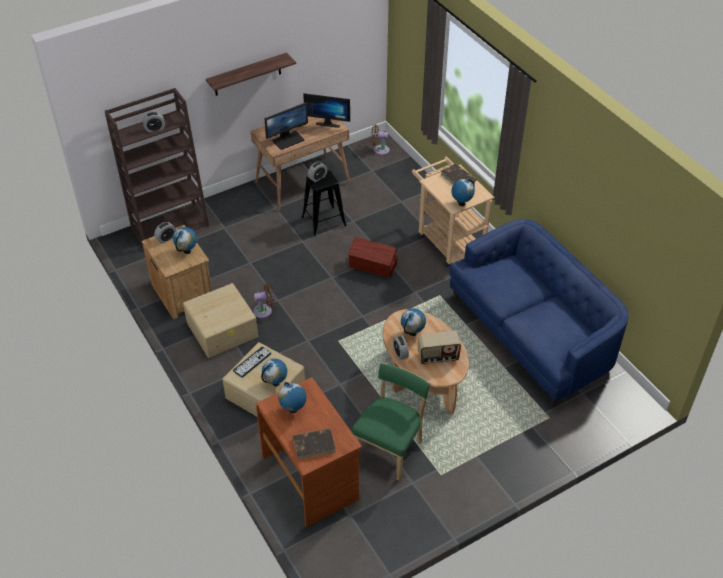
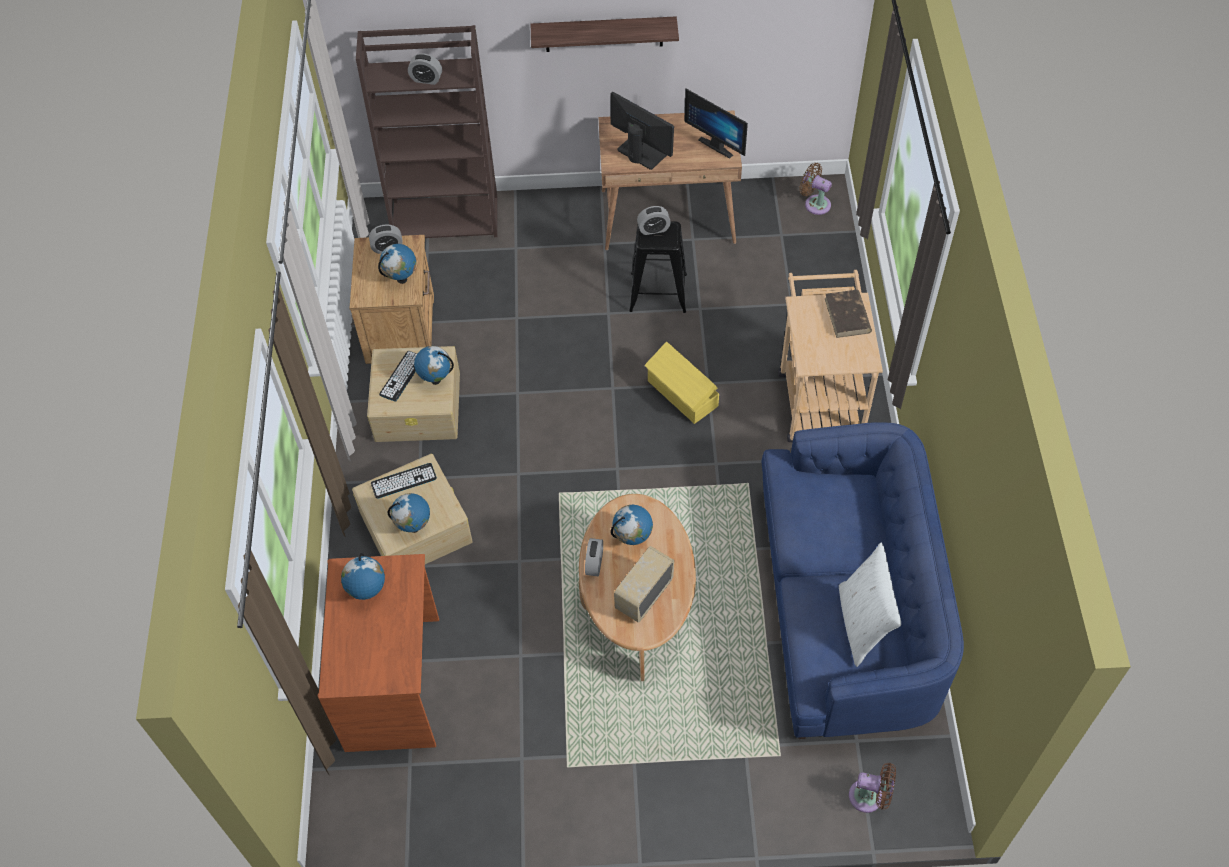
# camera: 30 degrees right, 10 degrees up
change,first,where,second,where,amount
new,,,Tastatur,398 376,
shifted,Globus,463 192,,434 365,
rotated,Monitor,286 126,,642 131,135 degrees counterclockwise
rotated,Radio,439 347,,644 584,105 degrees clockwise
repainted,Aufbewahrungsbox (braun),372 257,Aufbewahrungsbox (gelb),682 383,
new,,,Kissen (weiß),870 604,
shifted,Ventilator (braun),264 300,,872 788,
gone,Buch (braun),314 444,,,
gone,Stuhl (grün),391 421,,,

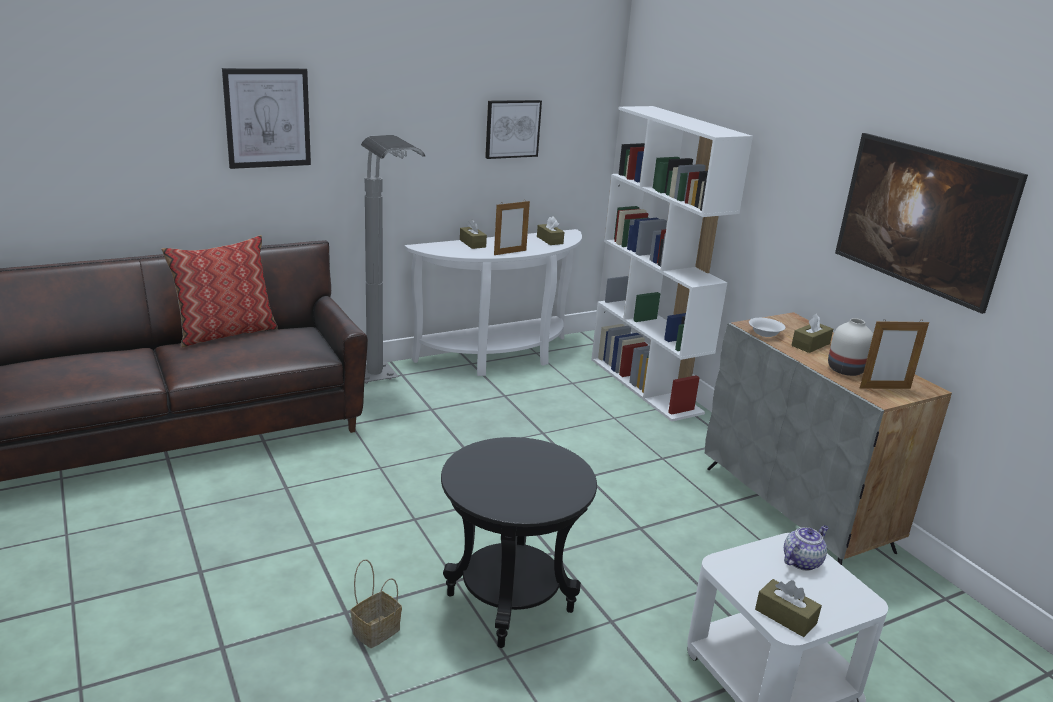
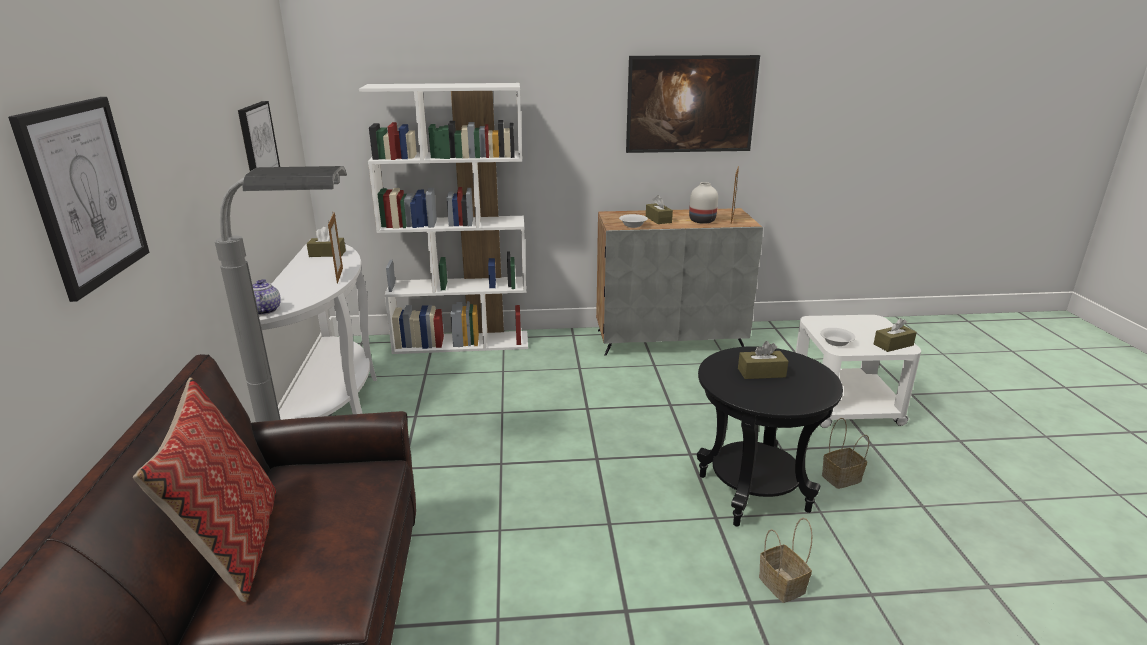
# camera: 65 degrees left, 0 degrees up
change,first,where,second,where,amount
shifted,Teekanne,806 548,,266 297,
shifted,Taschentuchbox (braun),473 234,,763 360,
new,,,Schüssel (weiß),837 337,
new,,,Korb,845 453,

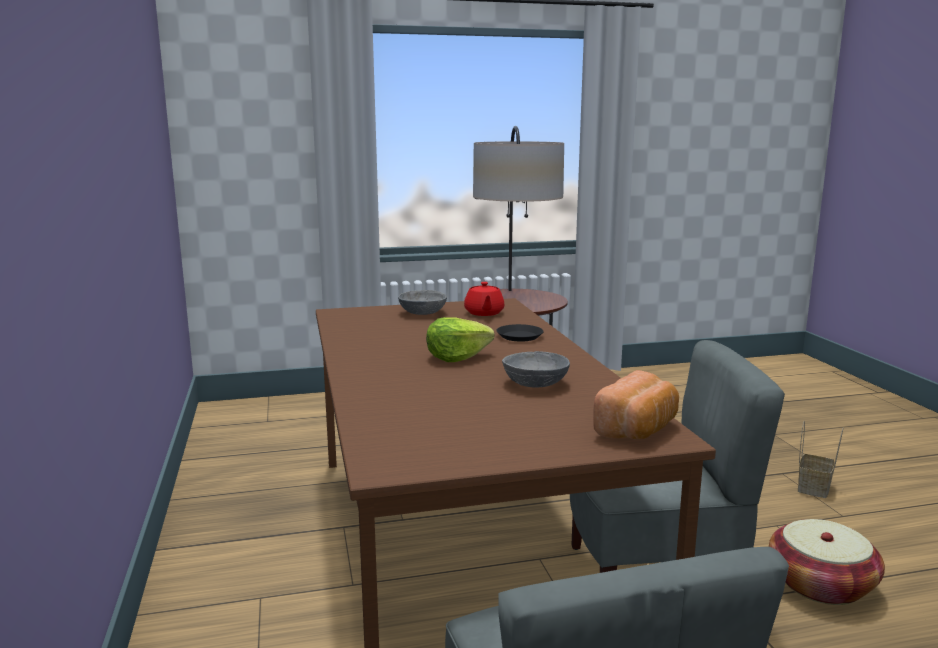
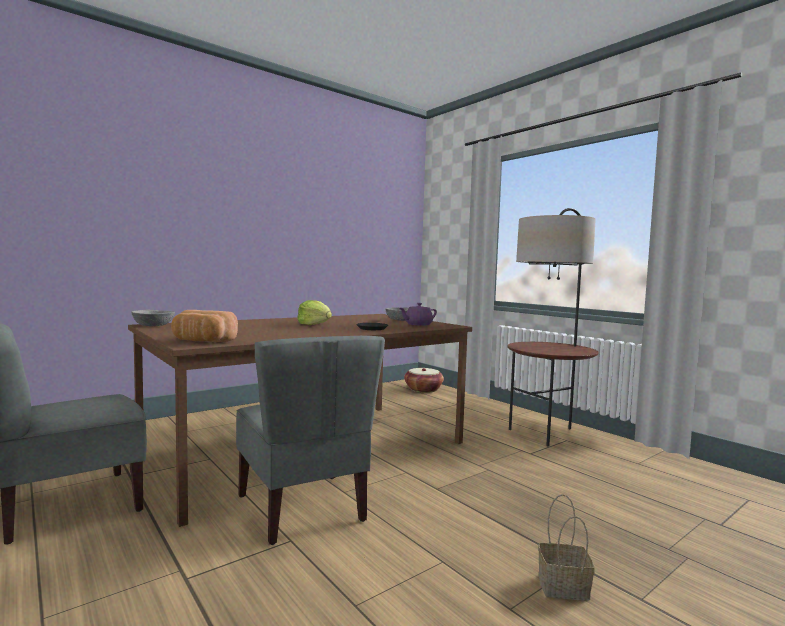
# camera: 65 degrees right, 10 degrees down
change,first,where,second,where,amount
shifted,Schüssel (grau),536 369,,153 318,
repainted,Teekanne (rot),484 299,Teekanne (lila),418 314,
shifted,Korb,827 562,,424 380,

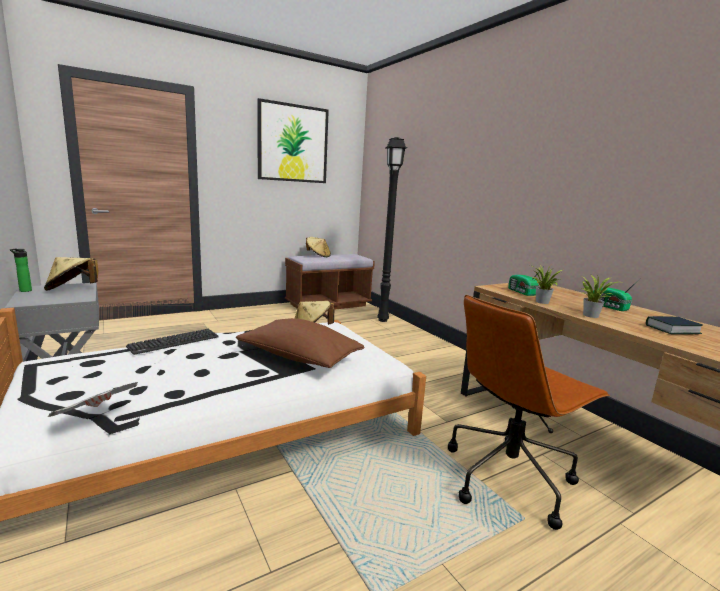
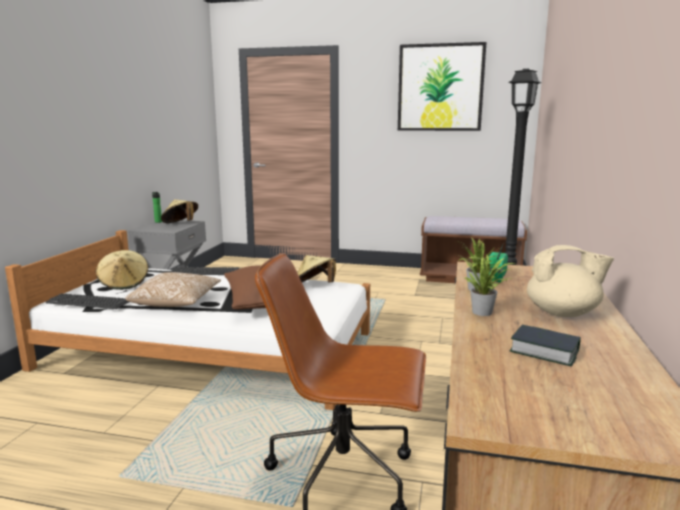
# camera: 45 degrees right, 0 degrees up
change,first,where,second,where,amount
swapped,Zeitung,93 399,Tastatur,87 301,
shifted,Hut (beige),318 247,,122 270,
new,,,Kissen,173 289,
swapped,Radio,615 296,Teekanne (beige),570 281,

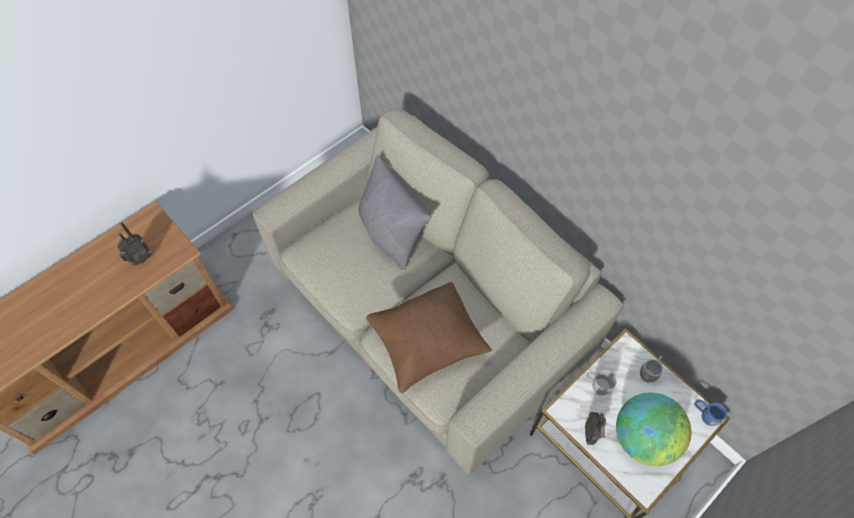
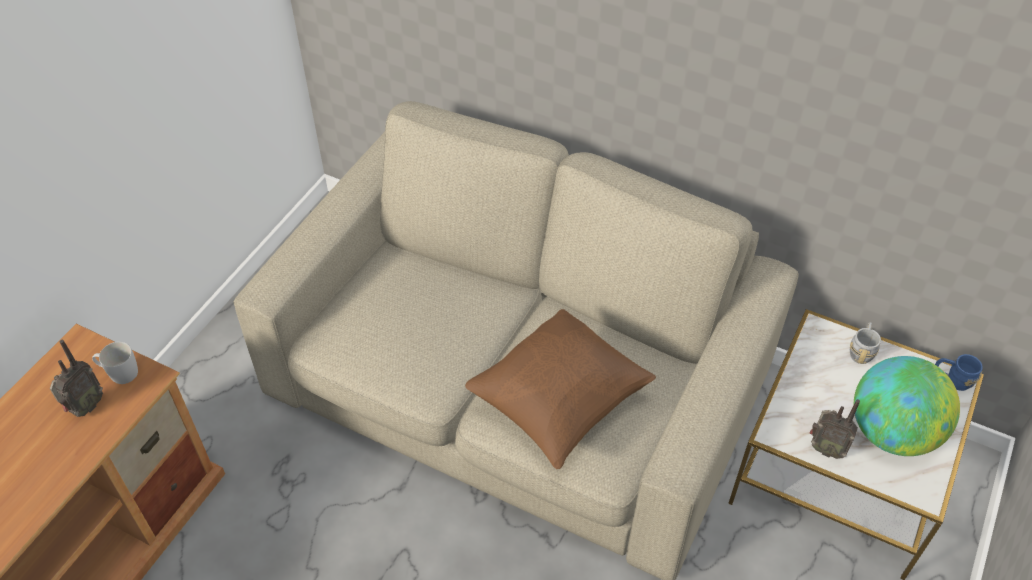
# camera: 20 degrees left, 10 degrees down
change,first,where,second,where,amount
shifted,Henkelbecher (weiß),601 382,,115 363,
rotated,Radio,595 428,,835 429,45 degrees counterclockwise
gone,Kissen (grau),394 212,,,

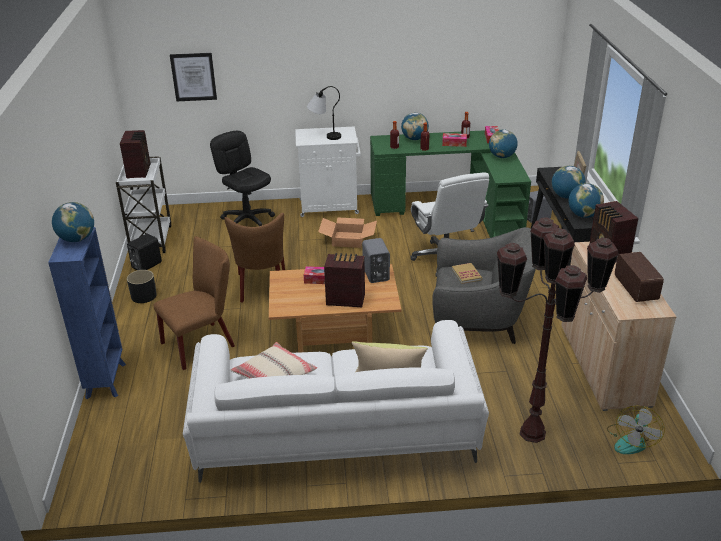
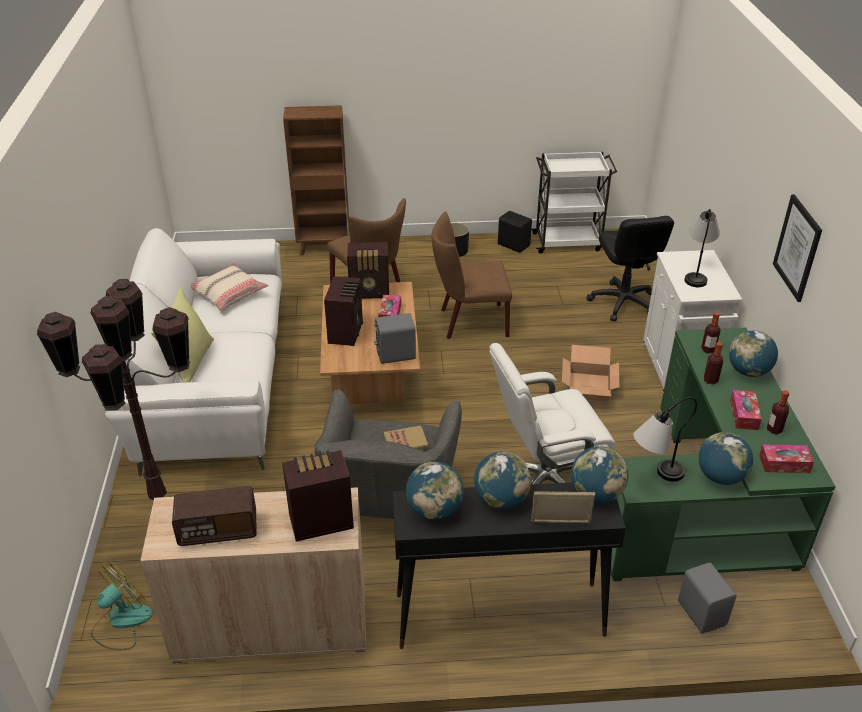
# camera: 90 degrees right, 5 degrees up
change,first,where,second,where,amount
rotated,Ventilator,636 430,,122 606,105 degrees clockwise
repainted,Bücherregal (blau),87 313,Bücherregal (braun),316 180,
shifted,Radio,135 154,,368 270,
shifted,Globus,73 222,,599 474,
rotated,Bürostuhl (schwarz),242 178,,630 269,120 degrees clockwise
new,,,Tischlampe,665 439,
shifted,Bild,193 77,,797 248,

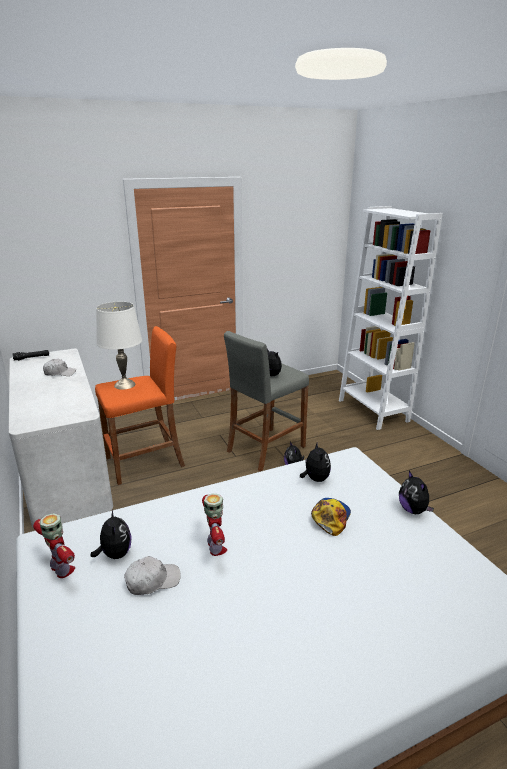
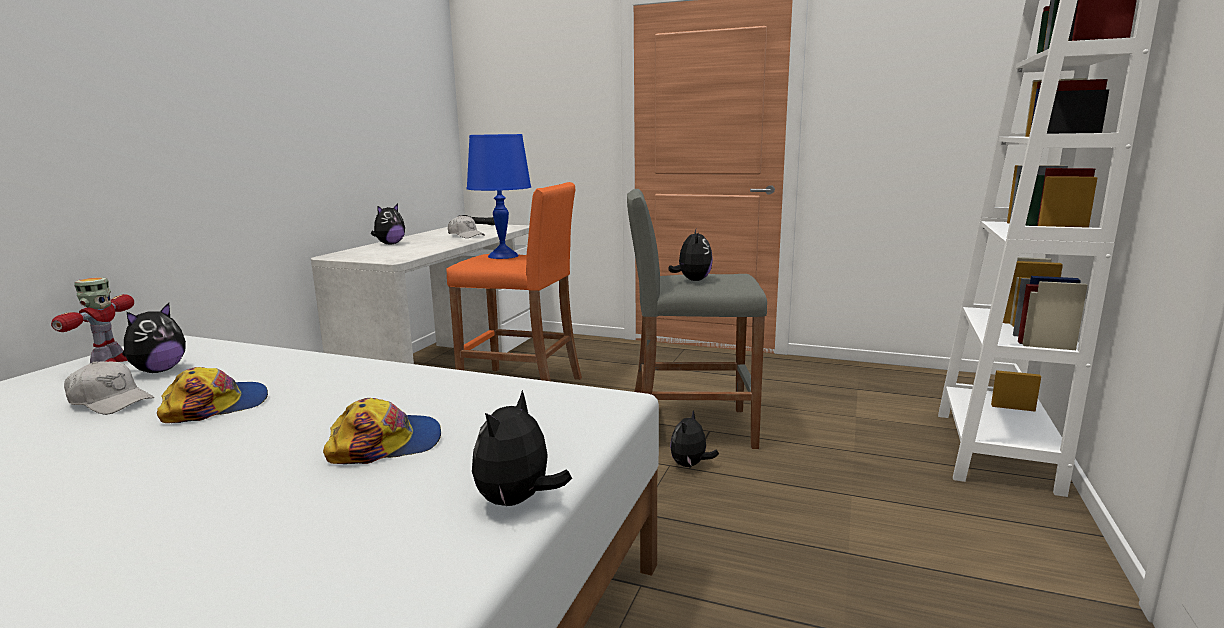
# camera: 45 degrees right, 10 degrees down
change,first,where,second,where,amount
swapped,Spielzeugroboter,214 525,Kappe,212 395,
shifted,Plüschtier,315 461,,388 224,
repainted,Tischlampe (weiß),119 346,Tischlampe (blau),499 196,

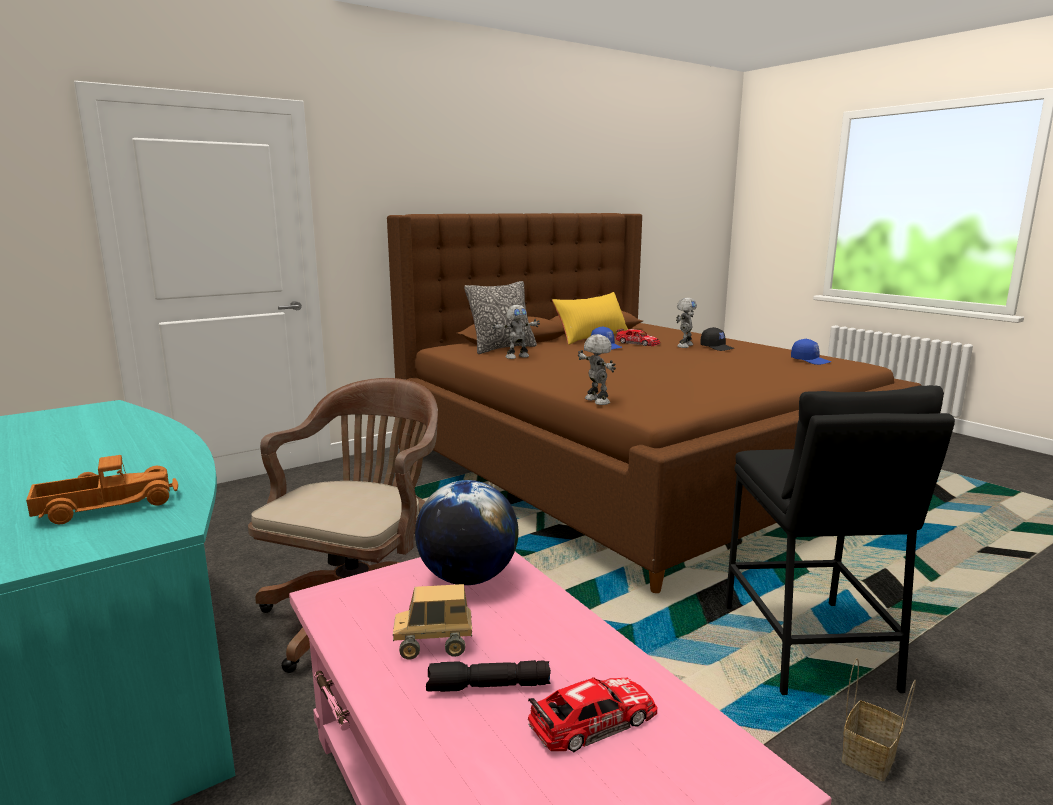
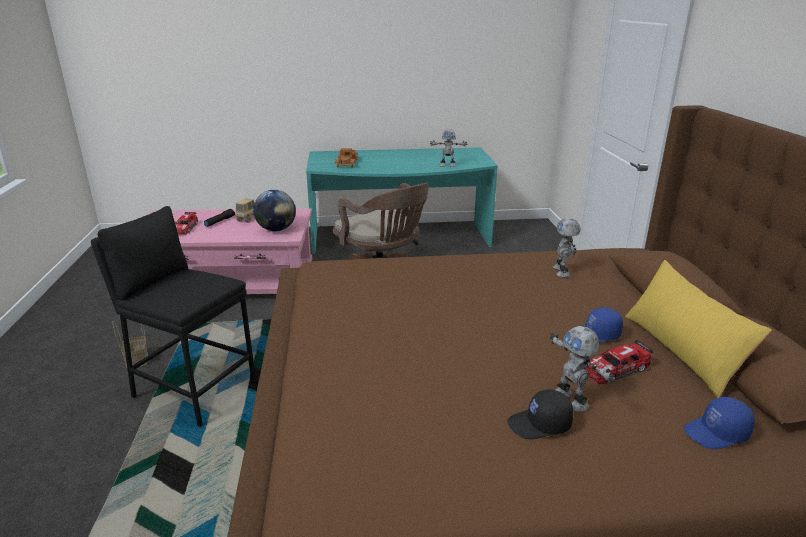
# camera: 120 degrees right, 10 degrees up
change,first,where,second,where,amount
shifted,Spielzeugroboter,597 369,,448 148,
shifted,Kappe (blau),811 352,,719 423,
gone,Kissen,500 317,,,

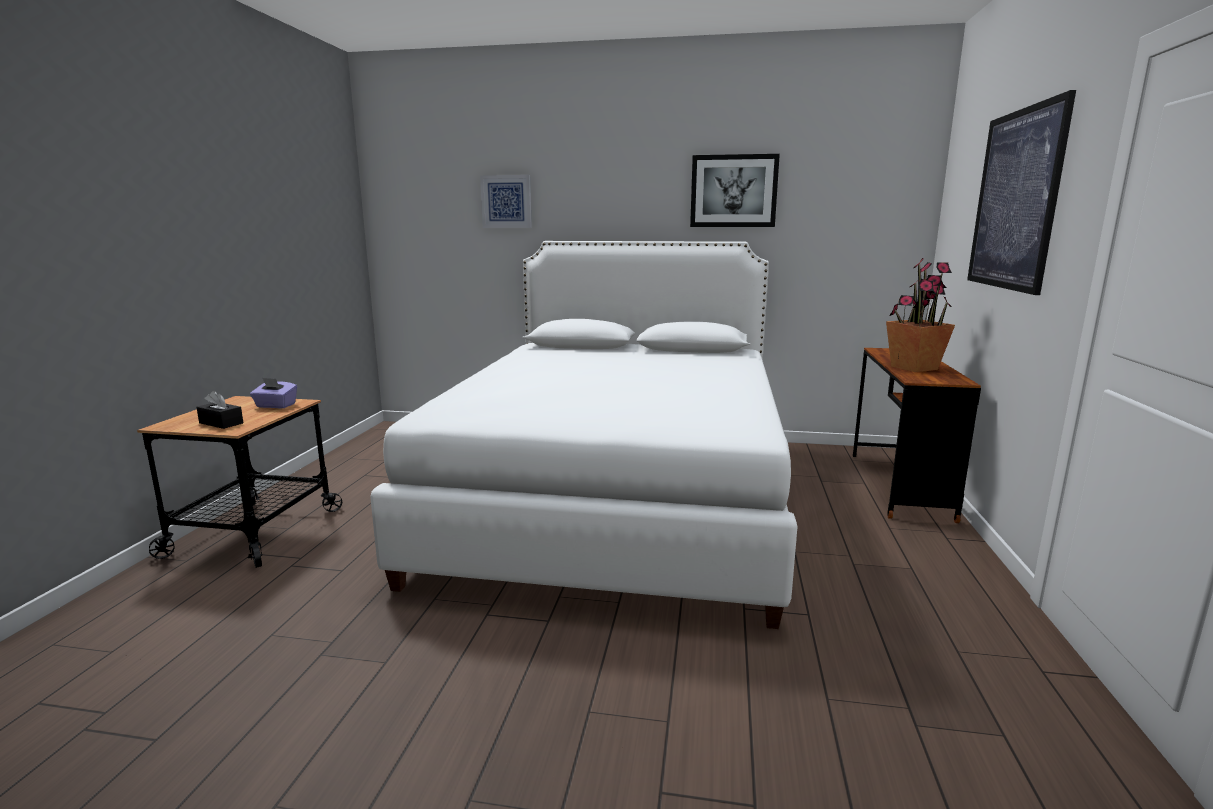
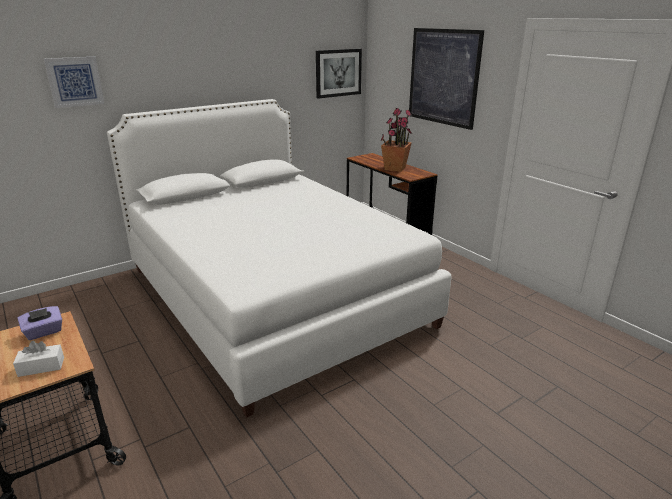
# camera: 45 degrees left, 10 degrees up
change,first,where,second,where,amount
repainted,Taschentuchbox (schwarz),219 410,Taschentuchbox (weiß),38 359,
shifted,Bild,735 190,,339 74,

